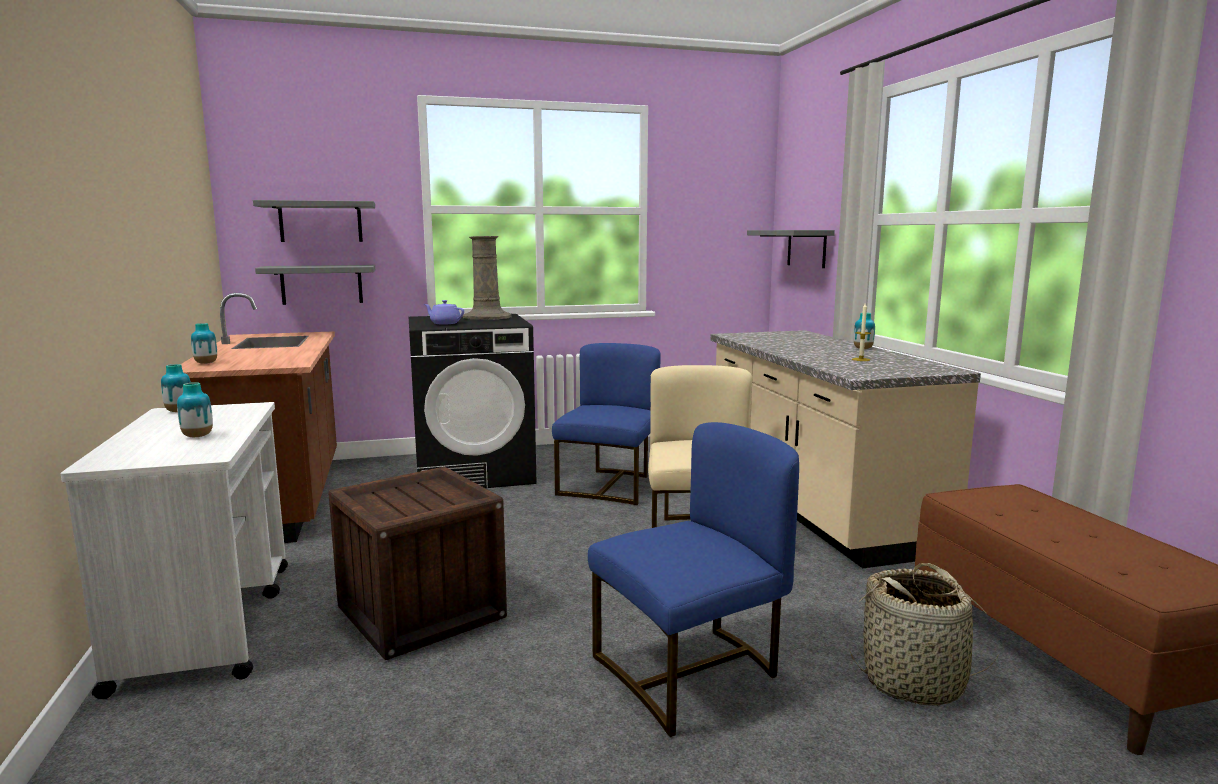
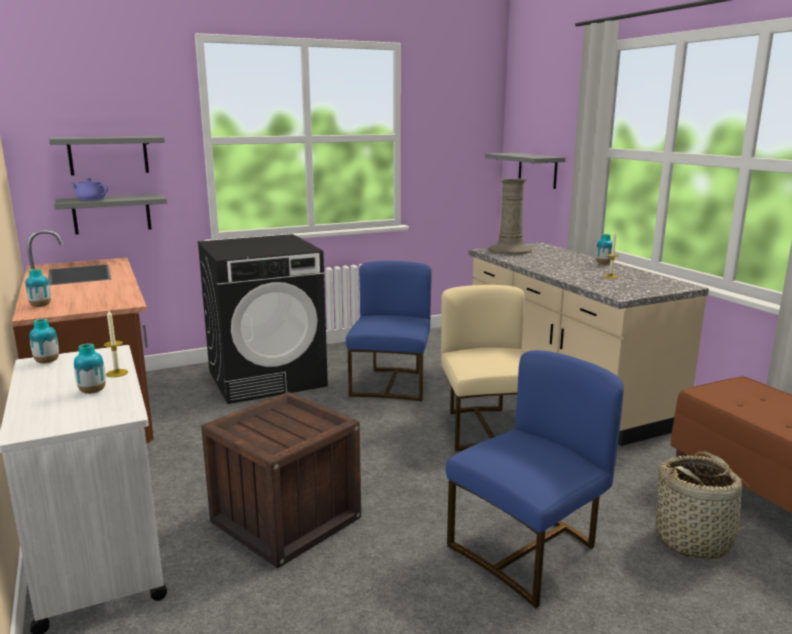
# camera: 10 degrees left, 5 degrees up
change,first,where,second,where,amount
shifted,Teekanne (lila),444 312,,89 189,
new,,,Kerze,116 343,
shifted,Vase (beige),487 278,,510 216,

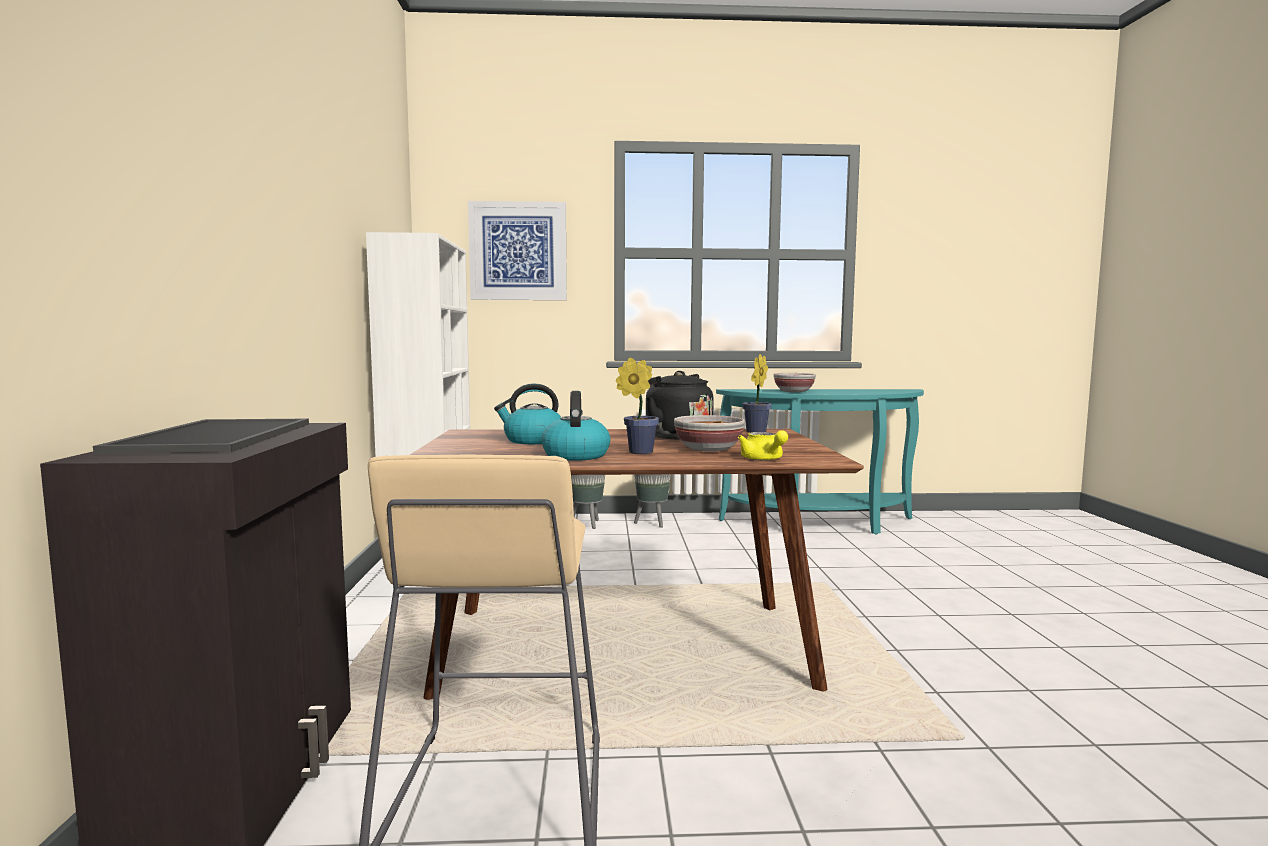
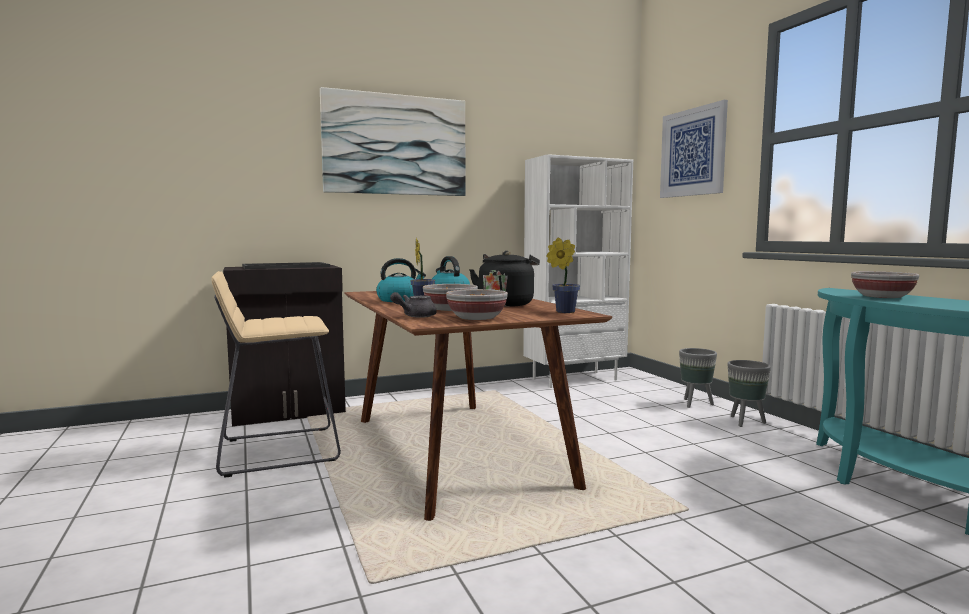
# camera: 70 degrees right, 0 degrees up
change,first,where,second,where,amount
new,,,Bild,393 141,
repainted,Teekanne (gelb),763 445,Teekanne (grau),413 305,
new,,,Schüssel,477 304,

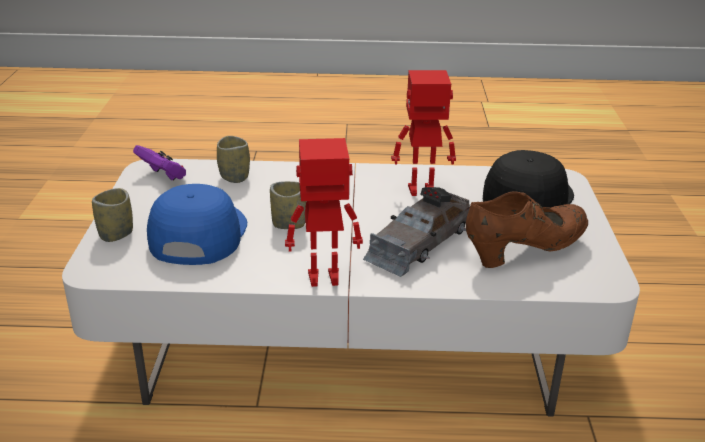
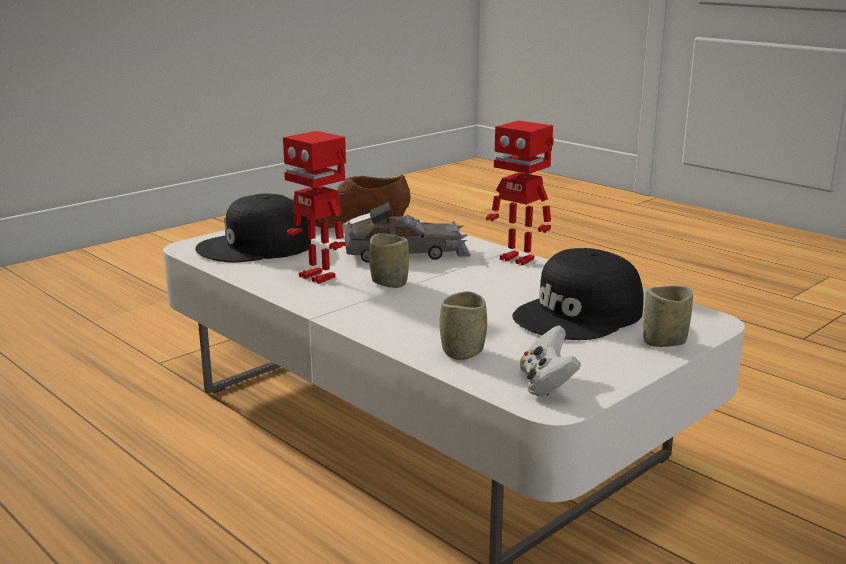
# camera: 135 degrees left, 10 degrees down
change,first,where,second,where,amount
shifted,Tasse,288 205,,389 260,
repainted,Kappe (blau),197 224,Kappe (schwarz),578 294,
repainted,Gamepad (lila),159 163,Gamepad (weiß),550 361,

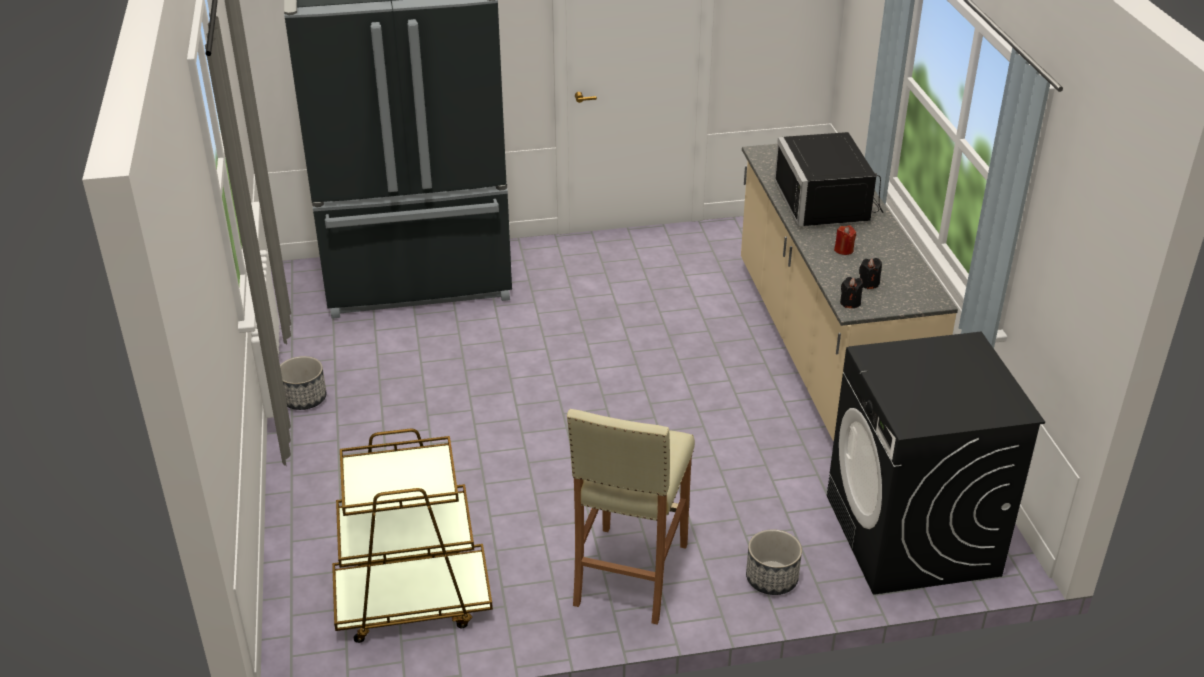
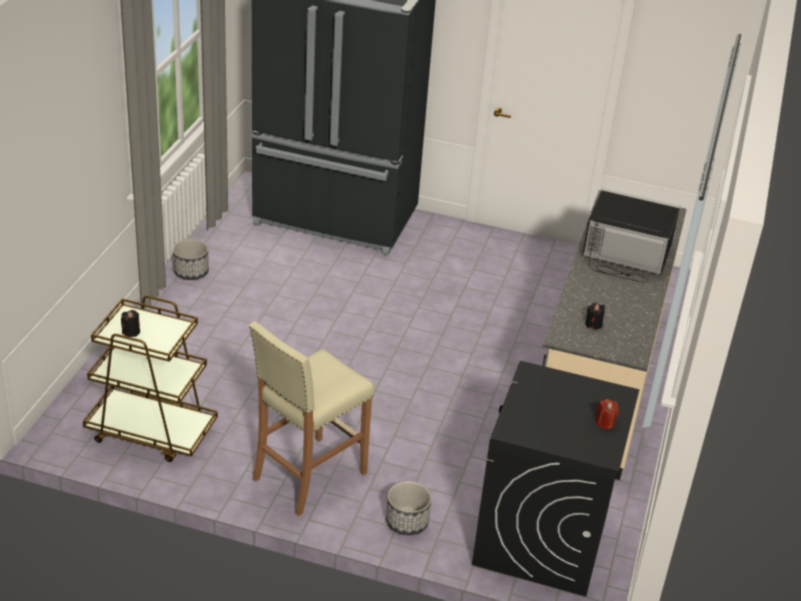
# camera: 25 degrees right, 0 degrees up
change,first,where,second,where,amount
shifted,Kerze (schwarz),851 292,,130 323,
rotated,Mikrowelle (schwarz),829 179,,631 235,90 degrees clockwise
shifted,Kerze (rot),845 240,,607 414,

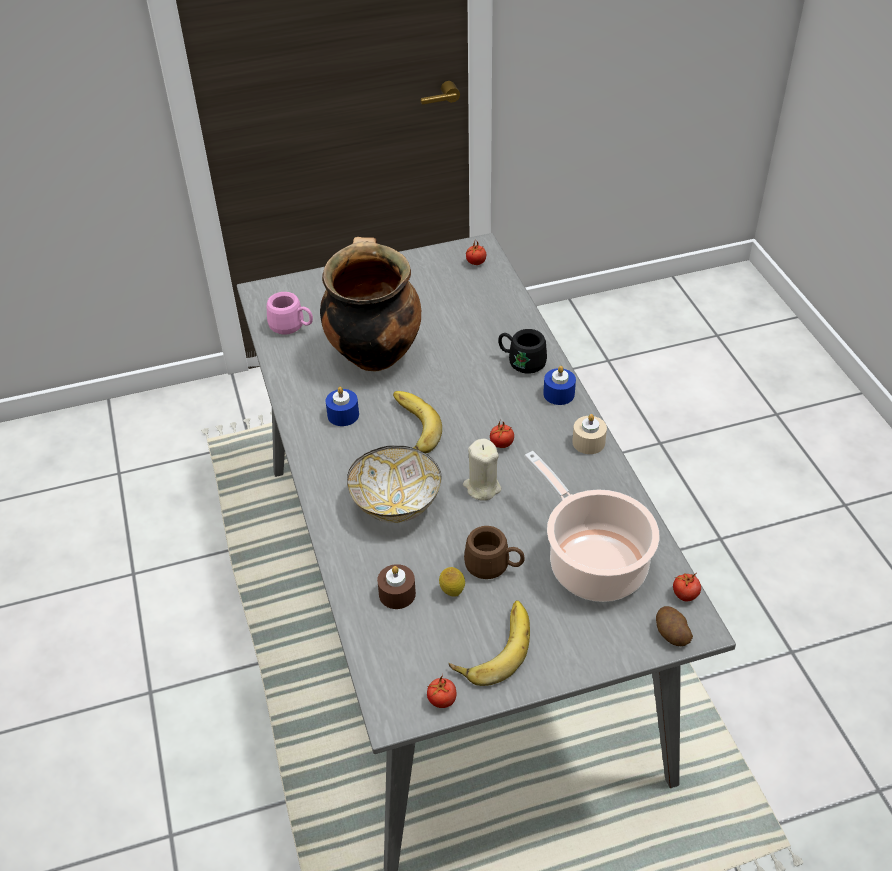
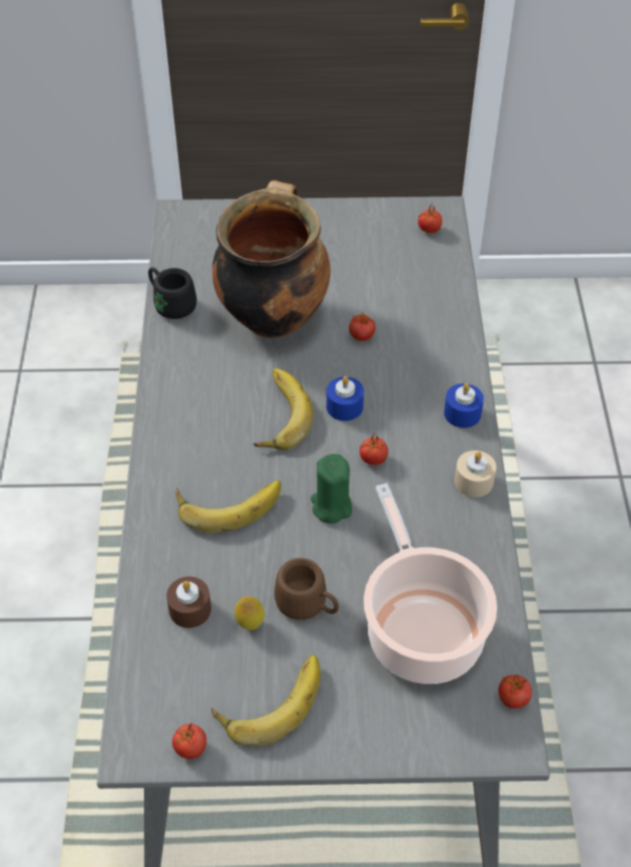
# camera: 15 degrees right, 5 degrees up
change,first,where,second,where,amount
shifted,Henkelbecher (schwarz),522 351,,172 293,
swapped,Schüssel,394 484,Banane,228 506,
repainted,Kerze (beige),482 470,Kerze (grün),331 489,
shifted,Kerze (blau),342 406,,345 398,
new,,,Tomate,362 326,
gone,Henkelbecher (rosa),290 313,,,
gone,Kartoffel,674 626,,,

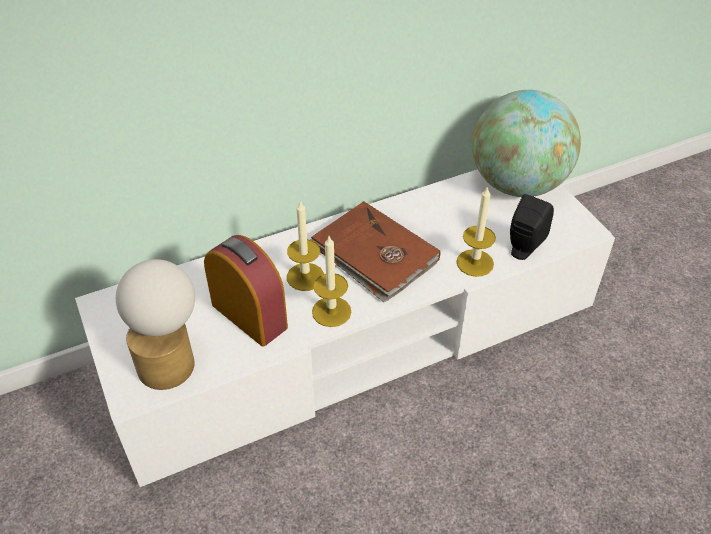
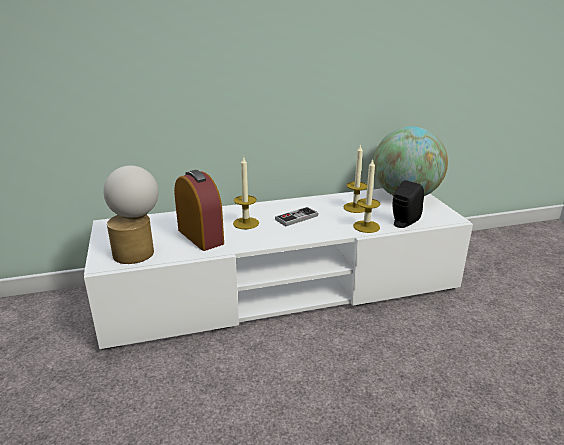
# camera: 10 degrees right, 20 degrees down
change,first,where,second,where,amount
swapped,Buch (braun),375 251,Gamepad,296 216,
shifted,Kerze,331 281,,355 178,

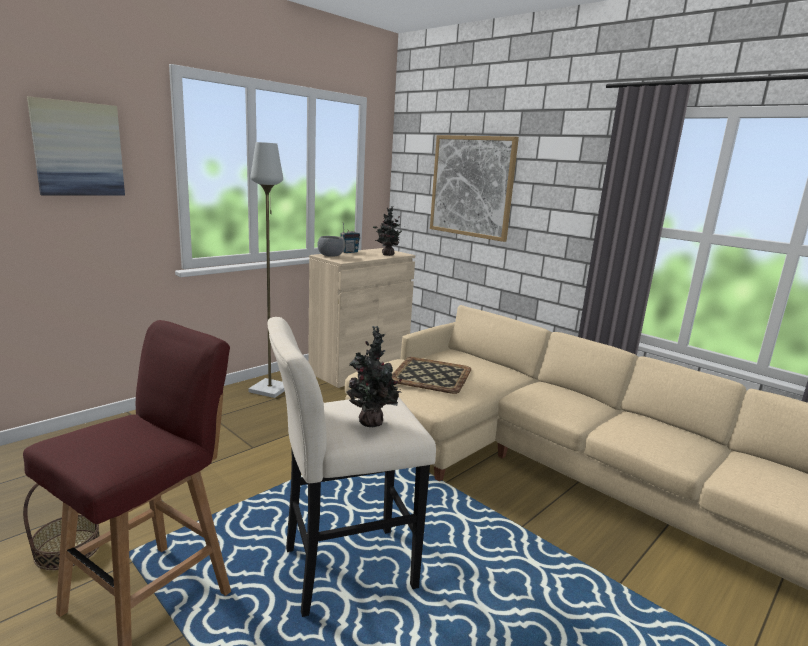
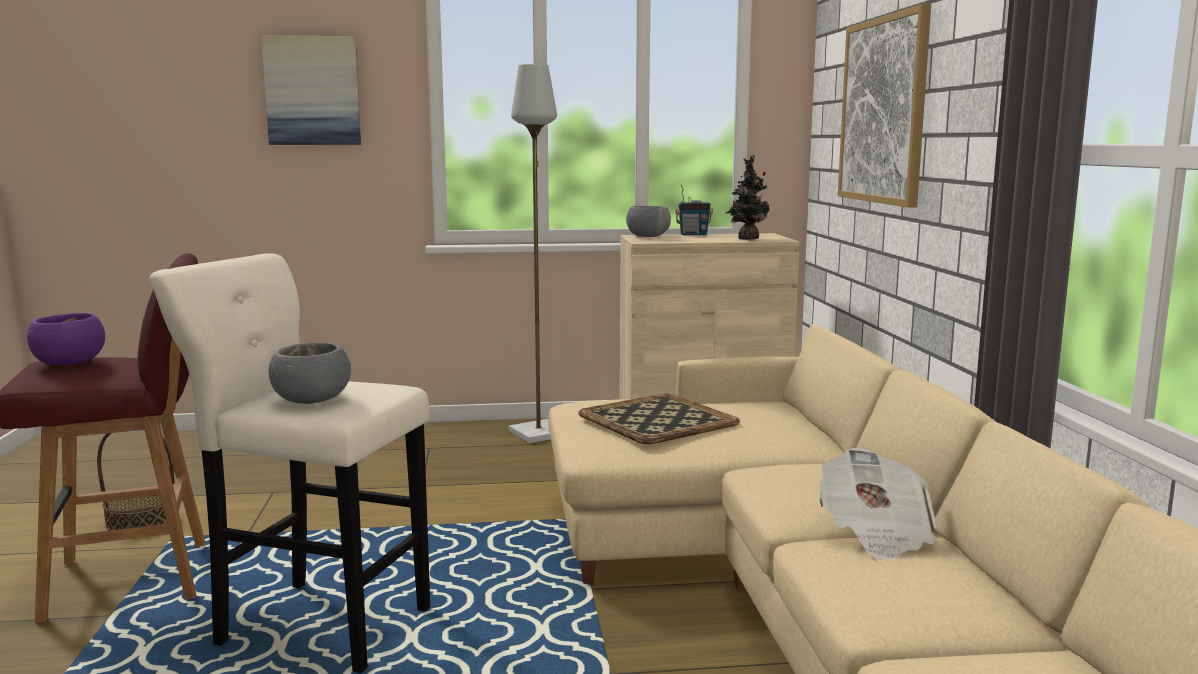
# camera: 40 degrees right, 5 degrees down
change,first,where,second,where,amount
new,,,Schüssel (lila),66 339,
swapped,Topfpflanze,374 376,Schüssel (grau),310 373,
new,,,Zeitung,878 504,

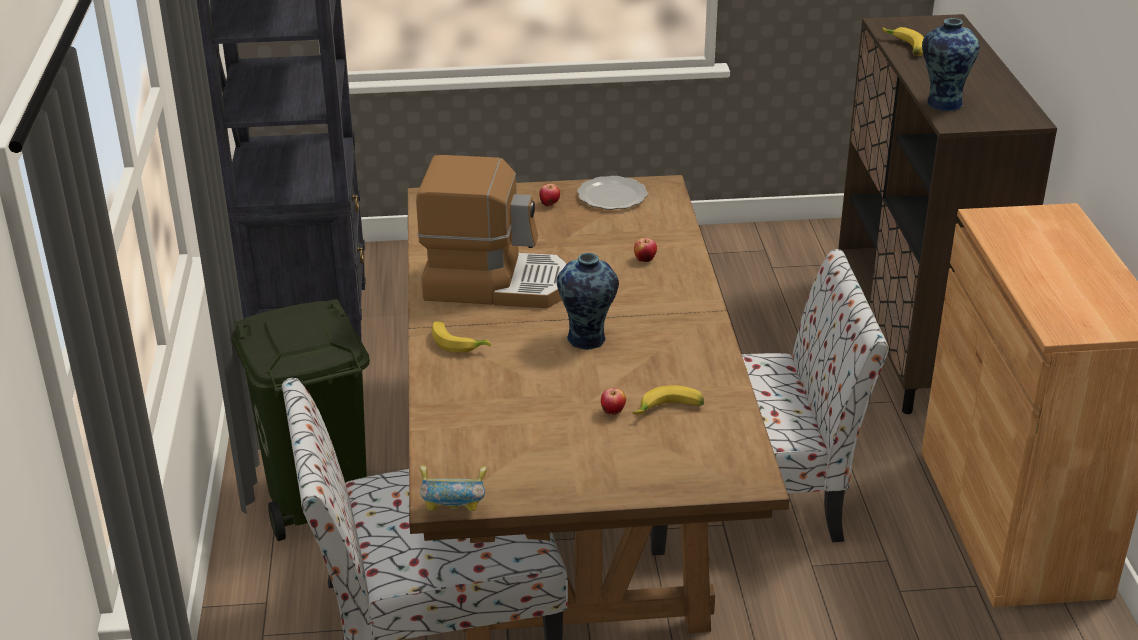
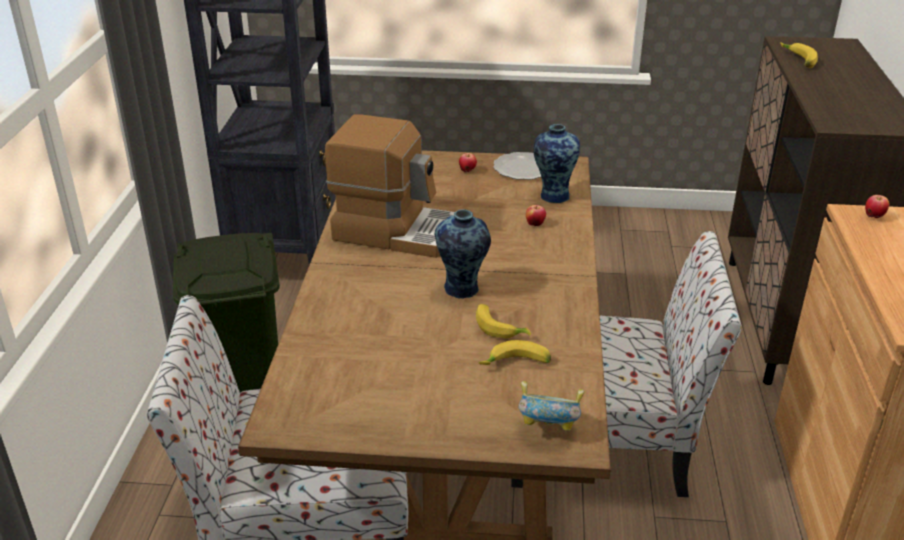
# camera: 10 degrees right, 0 degrees up
change,first,where,second,where,amount
shifted,Banane,461 337,,503 321,
shifted,Schüssel,453 488,,551 406,
shifted,Vase,951 64,,557 163,
shifted,Apfel,613 401,,877 206,

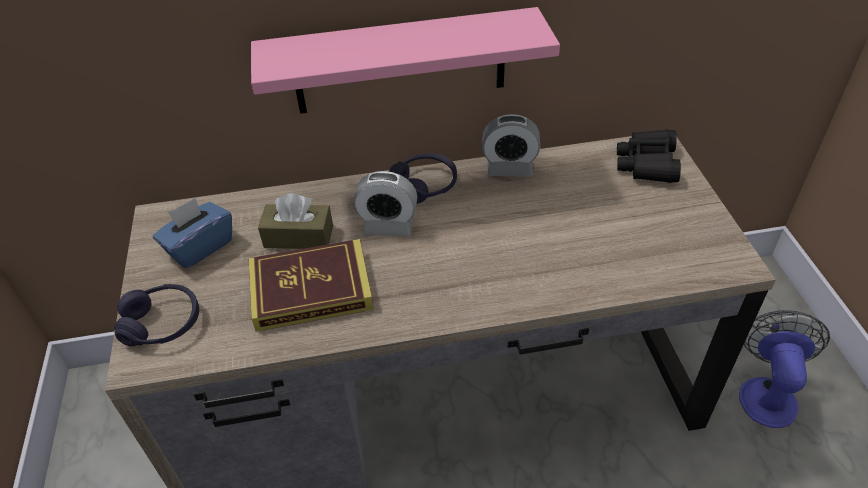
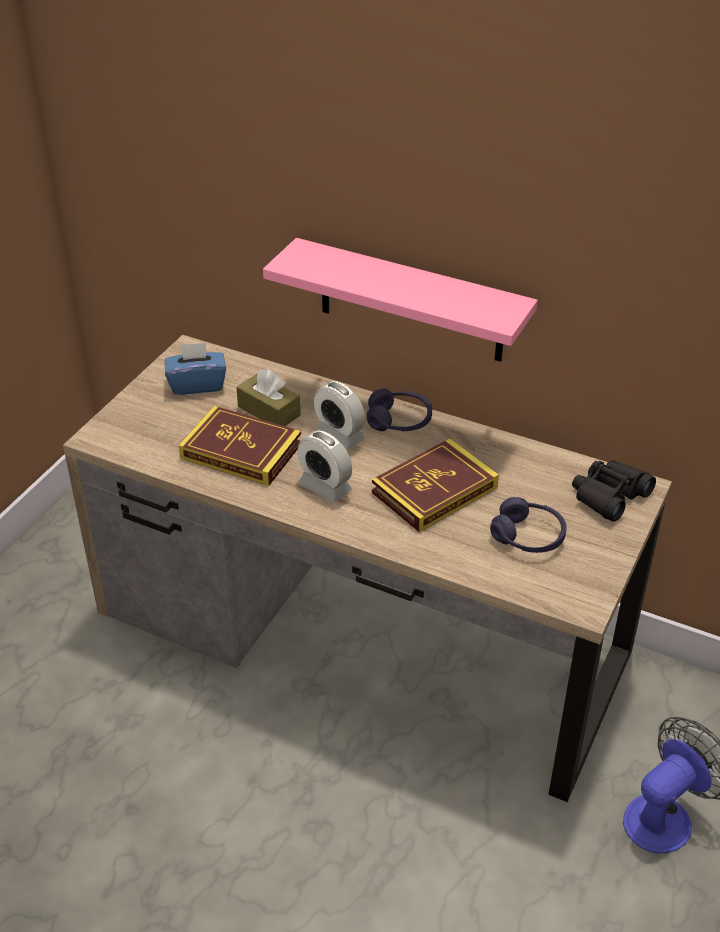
# camera: 35 degrees right, 5 degrees down
change,first,where,second,where,amount
shifted,Wecker,511 145,,324 466,
new,,,Buch,435 485,
shifted,Kopfhörer (lila),156 315,,528 525,

